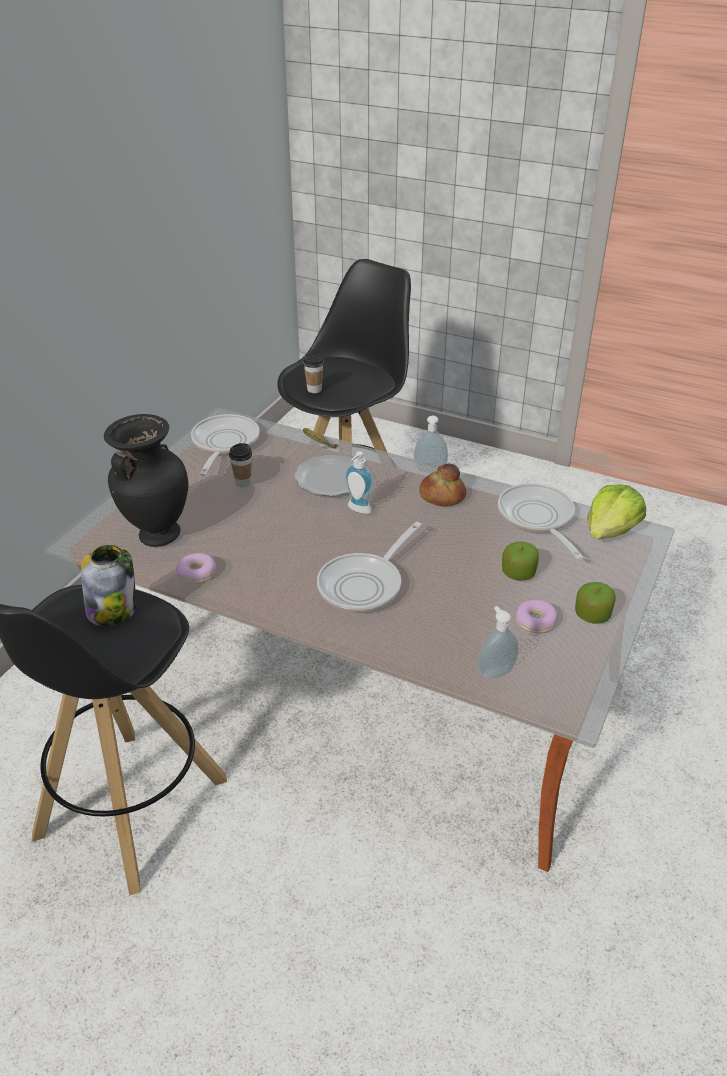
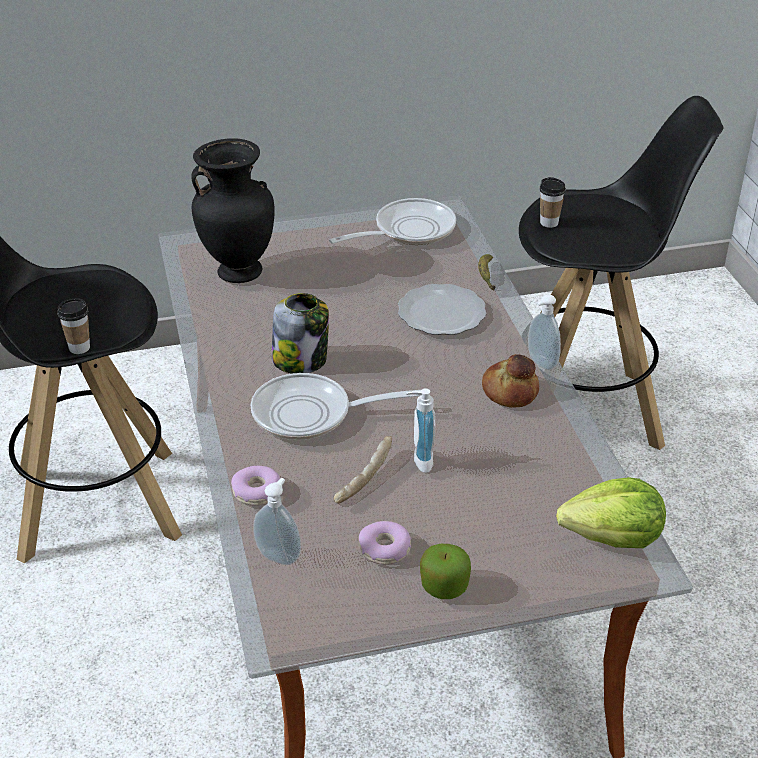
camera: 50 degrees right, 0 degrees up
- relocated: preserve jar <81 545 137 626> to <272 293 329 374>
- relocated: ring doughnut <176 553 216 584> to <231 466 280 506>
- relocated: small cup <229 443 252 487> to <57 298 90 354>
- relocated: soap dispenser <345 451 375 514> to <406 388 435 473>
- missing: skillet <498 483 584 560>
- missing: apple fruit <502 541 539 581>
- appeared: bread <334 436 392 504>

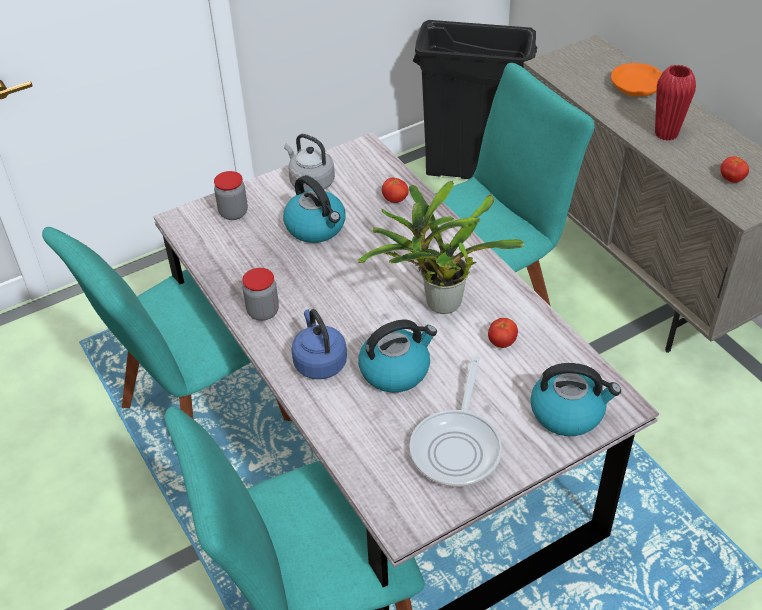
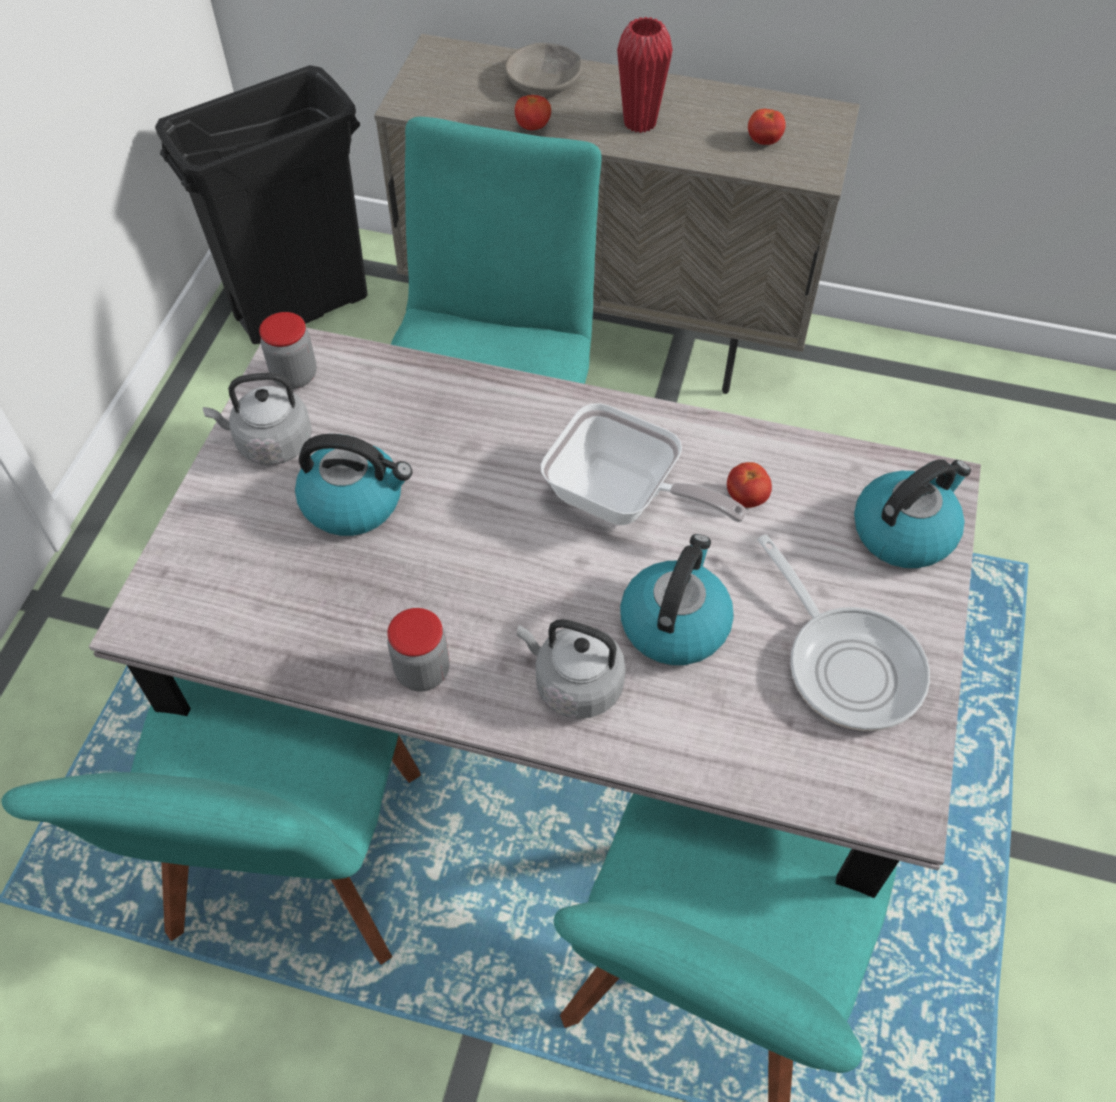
camera: 45 degrees left, 10 degrees up
- relocated: preserve jar <214 171 248 220> to <259 312 317 389>
- colour: bluish water kettle <291 309 347 379> to grey water kettle <517 619 626 719>
- exchanged: plant in a pot <358 181 524 314> to skillet <541 403 746 525>
- relocated: whole tomato <382 178 409 203> to <515 95 551 130>
- colour: orange-coloured bowl <611 63 662 97> to grey bowl <505 43 582 95>

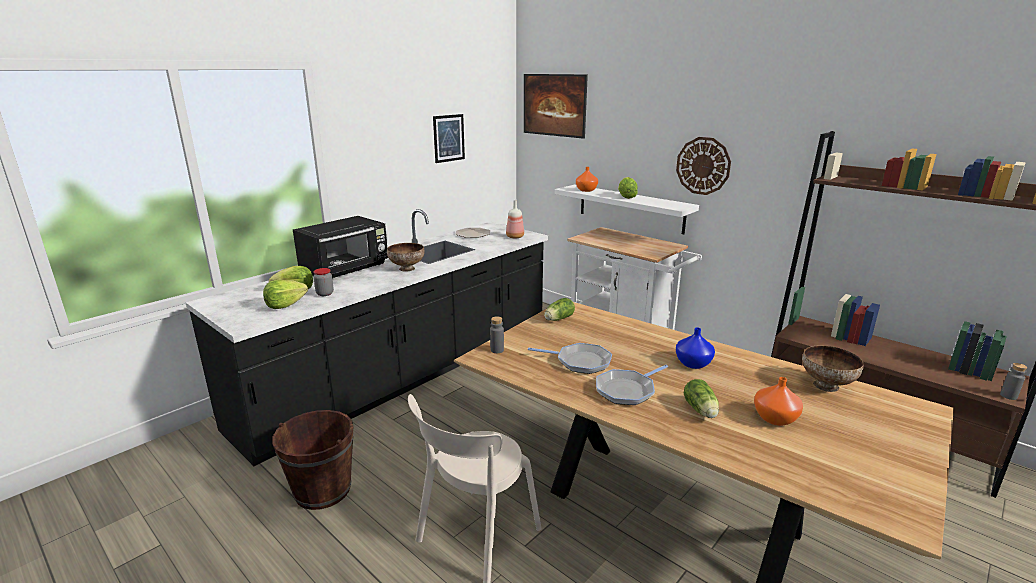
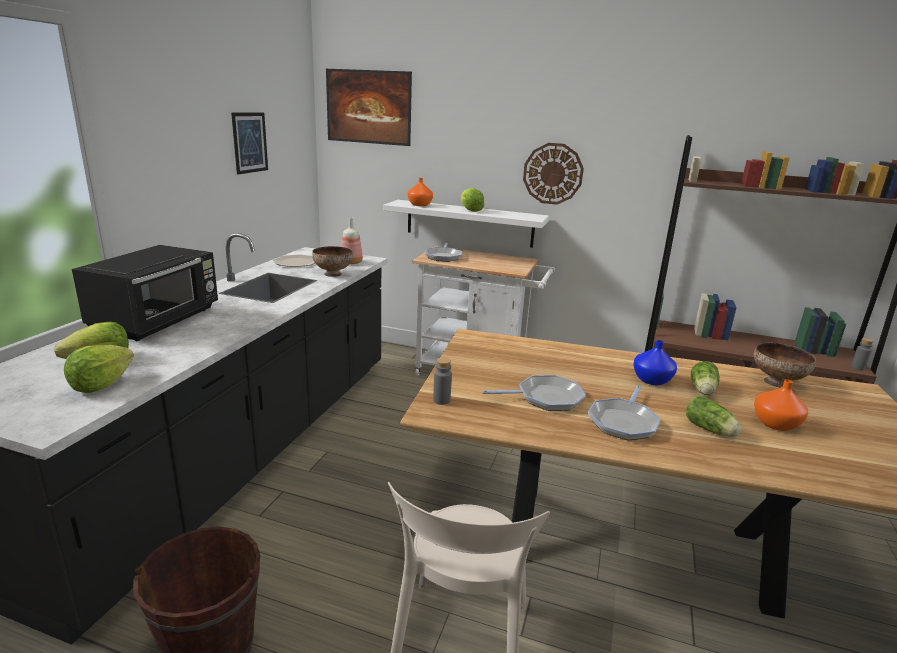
camera: 25 degrees left, 0 degrees up
- missing: preserve jar <313 268 334 296>
- relocated: bowl <387 243 424 272> to <312 246 353 277>
- relocated: head of lettuce <544 298 575 321> to <691 361 720 395>
- appeared: skillet <425 243 462 262>

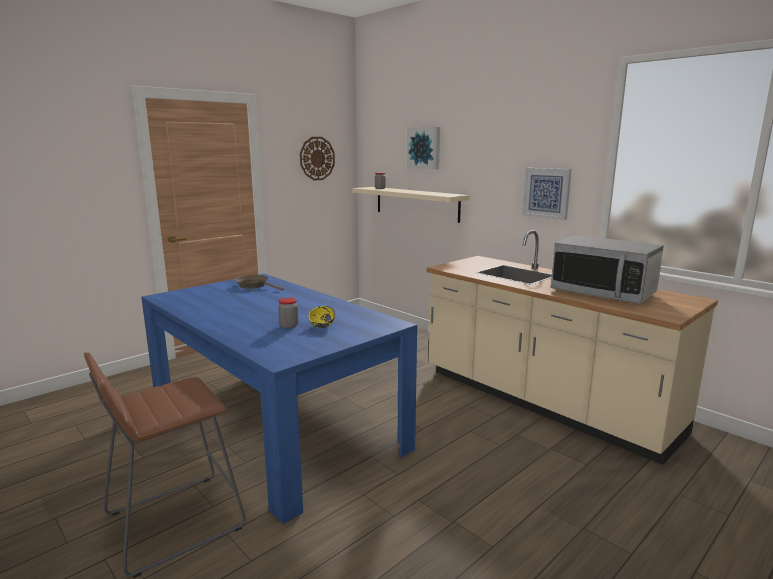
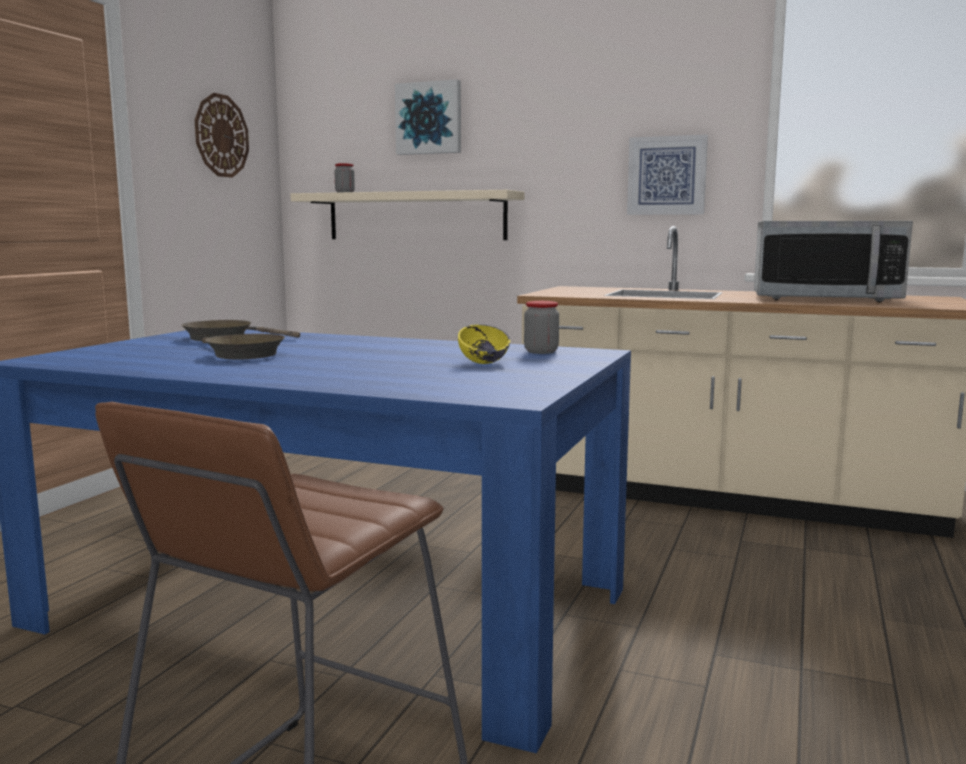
camera: 25 degrees left, 5 degrees down
- relocated: preserve jar <278 298 298 328> to <524 301 559 354>
- appeared: brown skillet <202 334 285 360>

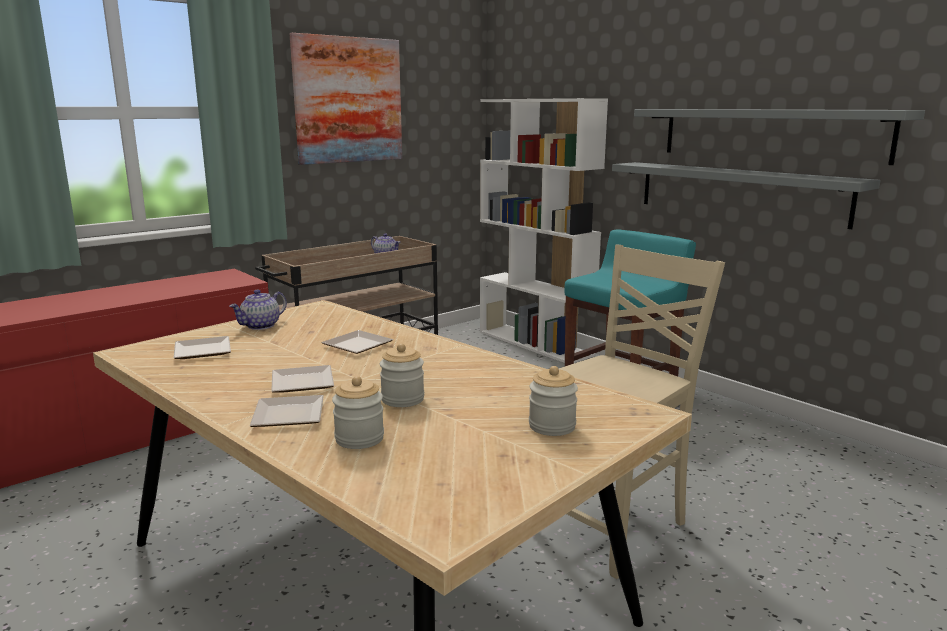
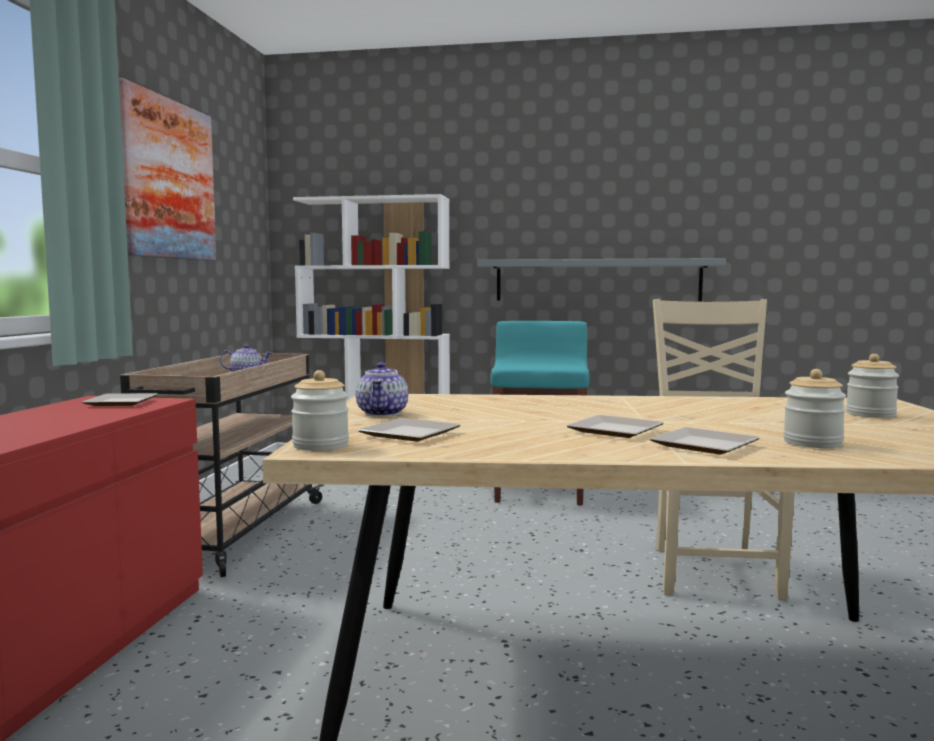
camera: 40 degrees left, 10 degrees down
- relocated: plate <321 330 393 354> to <82 393 158 406>
- relocated: preserve jar <380 344 424 407> to <291 370 349 451>
- missing: grey wall shelf <634 109 925 165>

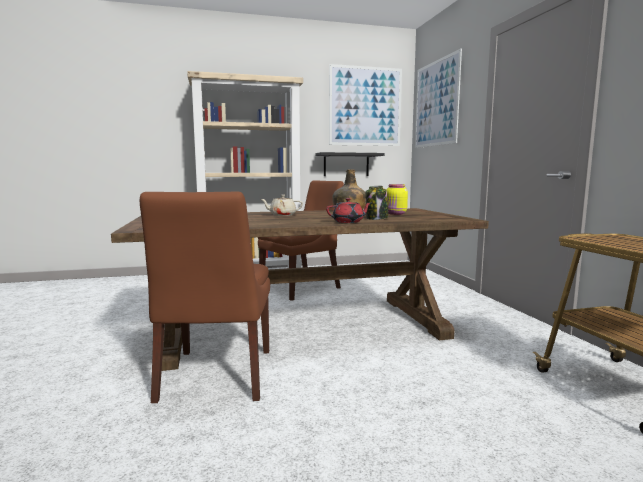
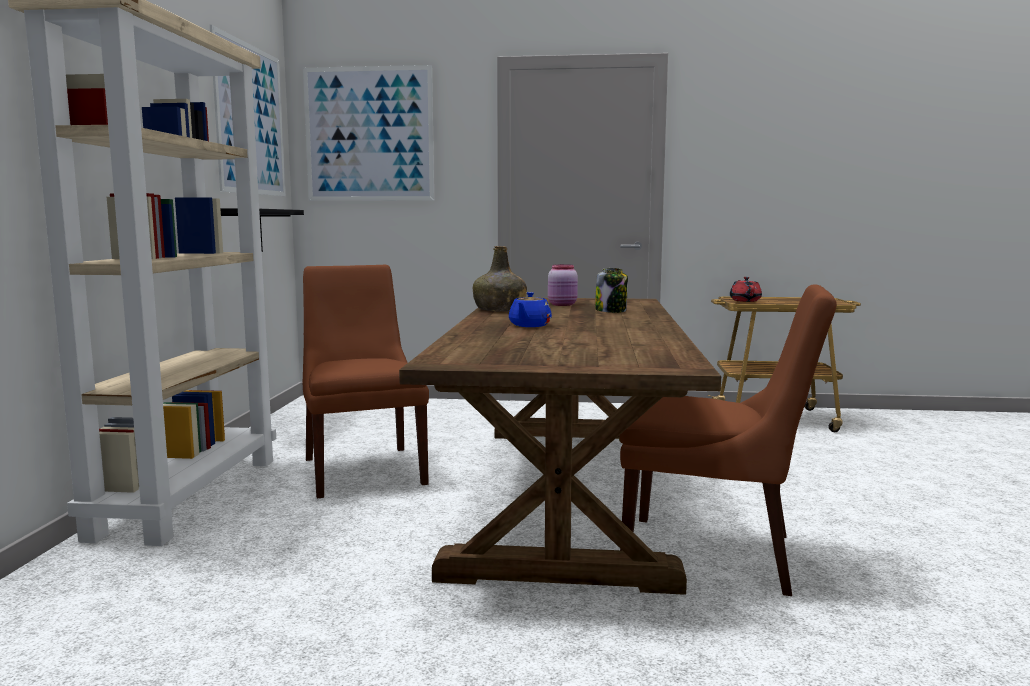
camera: 70 degrees left, 0 degrees up
- colour: beige teapot <261 195 303 216> to bluish teapot <509 292 552 327>
- relocated: red-coloured teapot <326 198 371 223> to <730 277 762 302>
- colour: yellow-coloured preserve jar <387 184 408 215> to pink preserve jar <548 264 578 306>

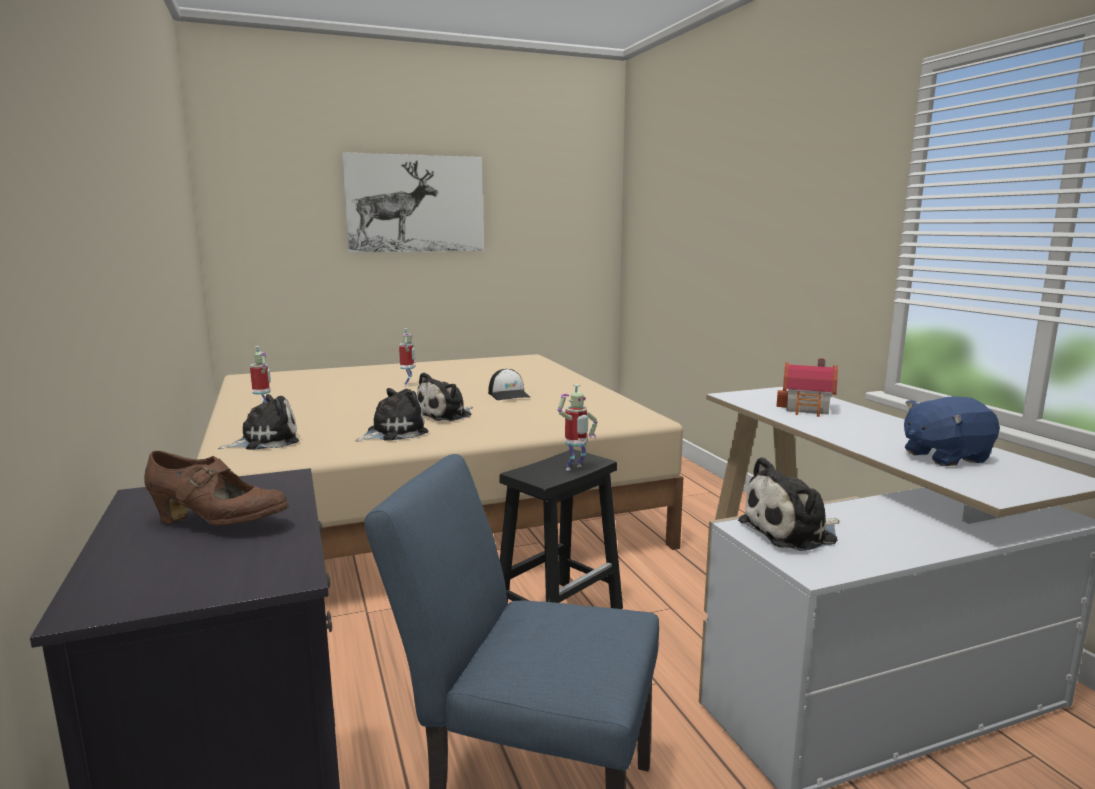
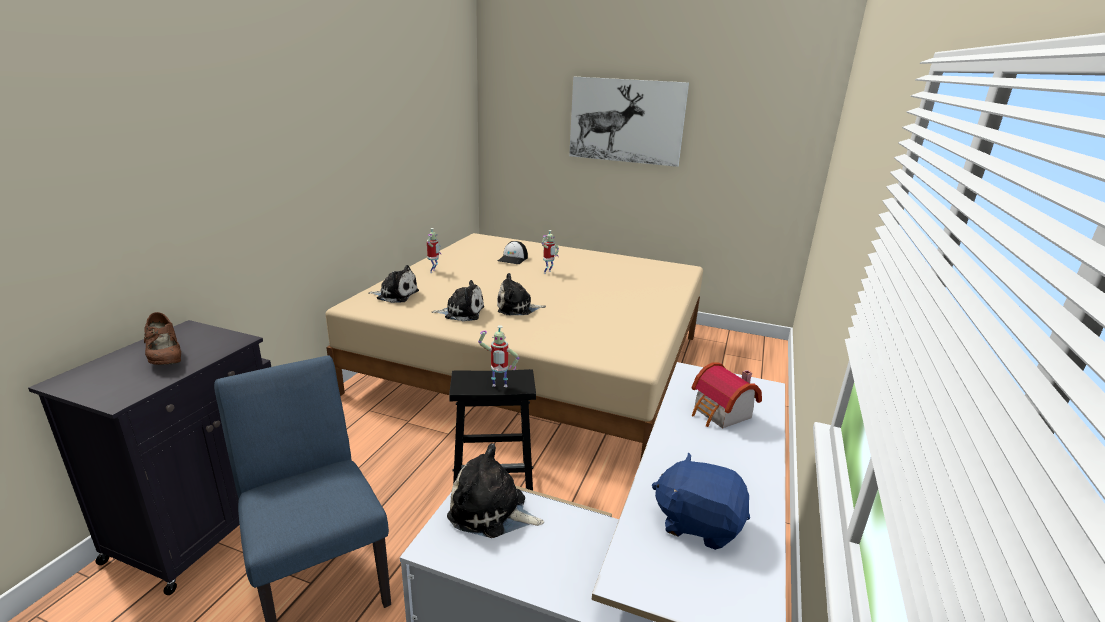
camera: 40 degrees right, 10 degrees up
- relocated: peaked cap <488 369 530 400> to <498 241 528 264>

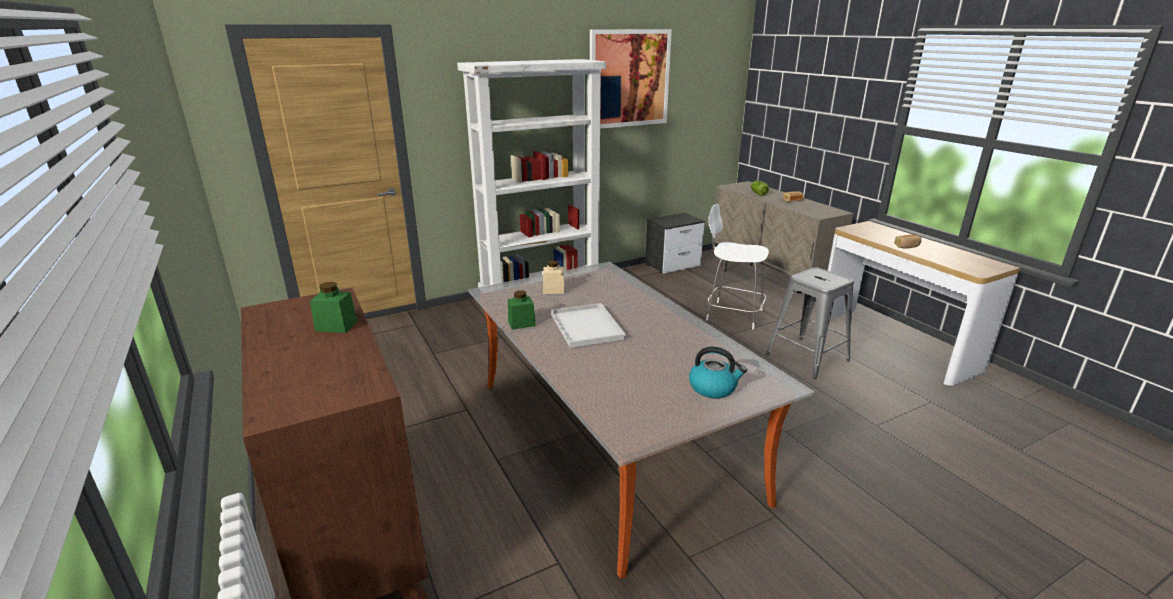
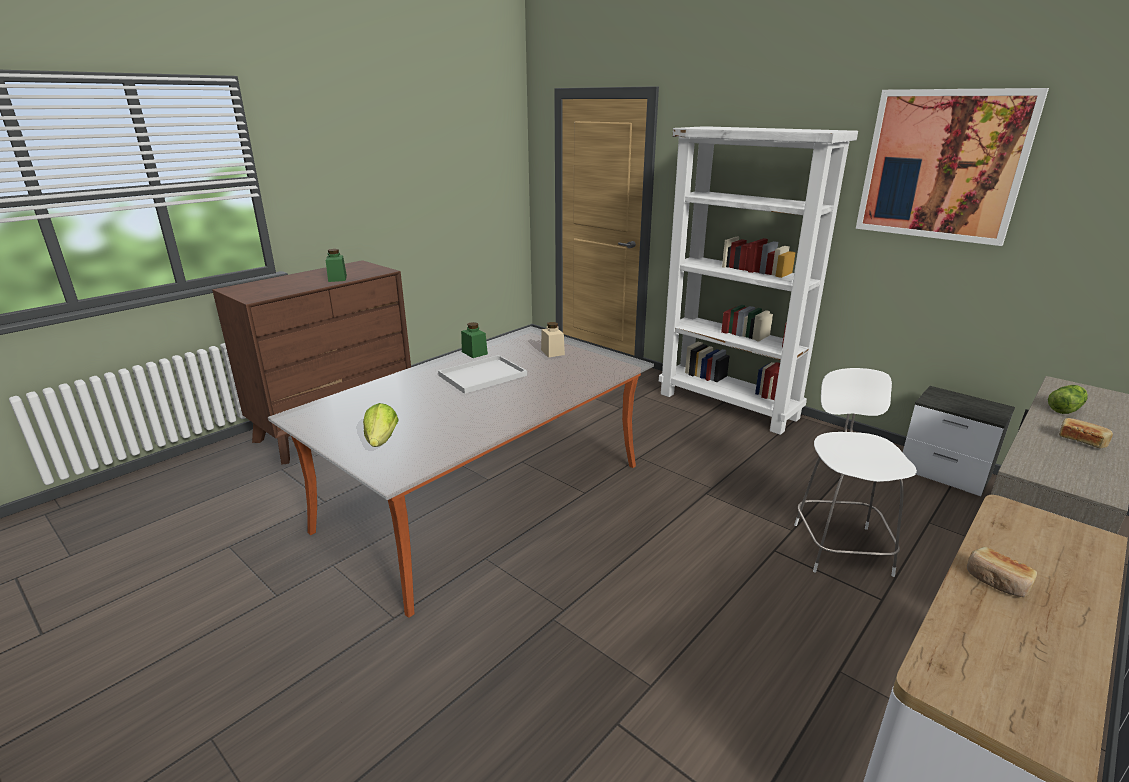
camera: 70 degrees right, 0 degrees up
- exchanged: water kettle <689 346 747 398> to head of lettuce <363 403 399 447>
- missing: grey sitting stool <766 267 854 379>

